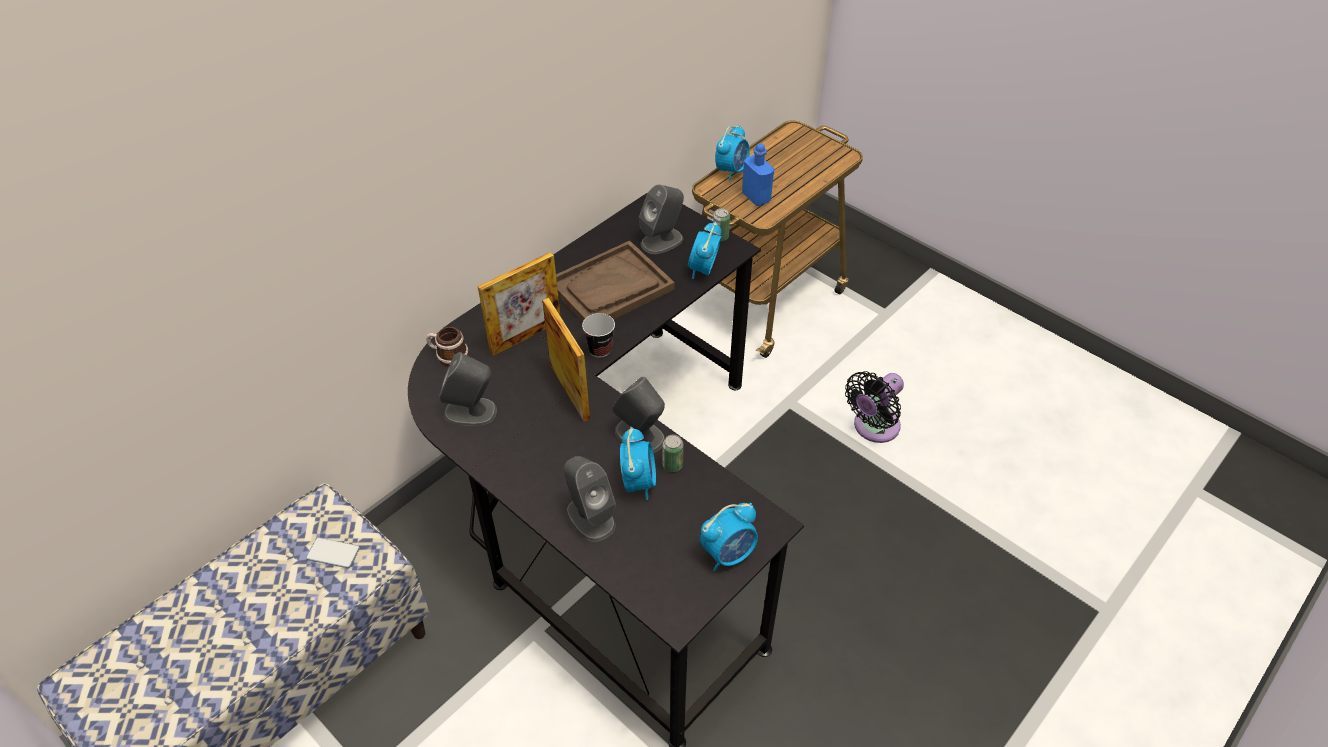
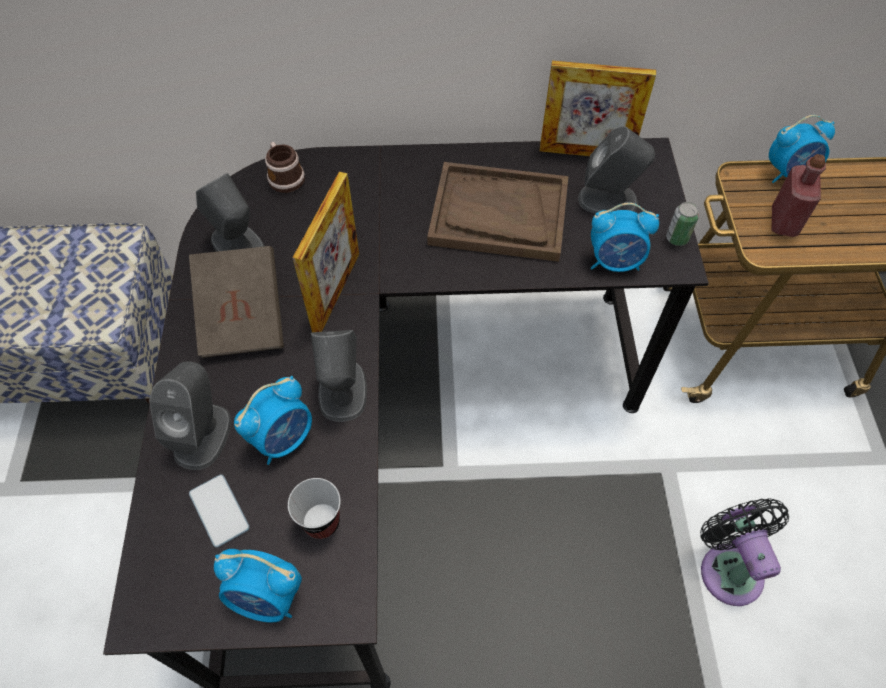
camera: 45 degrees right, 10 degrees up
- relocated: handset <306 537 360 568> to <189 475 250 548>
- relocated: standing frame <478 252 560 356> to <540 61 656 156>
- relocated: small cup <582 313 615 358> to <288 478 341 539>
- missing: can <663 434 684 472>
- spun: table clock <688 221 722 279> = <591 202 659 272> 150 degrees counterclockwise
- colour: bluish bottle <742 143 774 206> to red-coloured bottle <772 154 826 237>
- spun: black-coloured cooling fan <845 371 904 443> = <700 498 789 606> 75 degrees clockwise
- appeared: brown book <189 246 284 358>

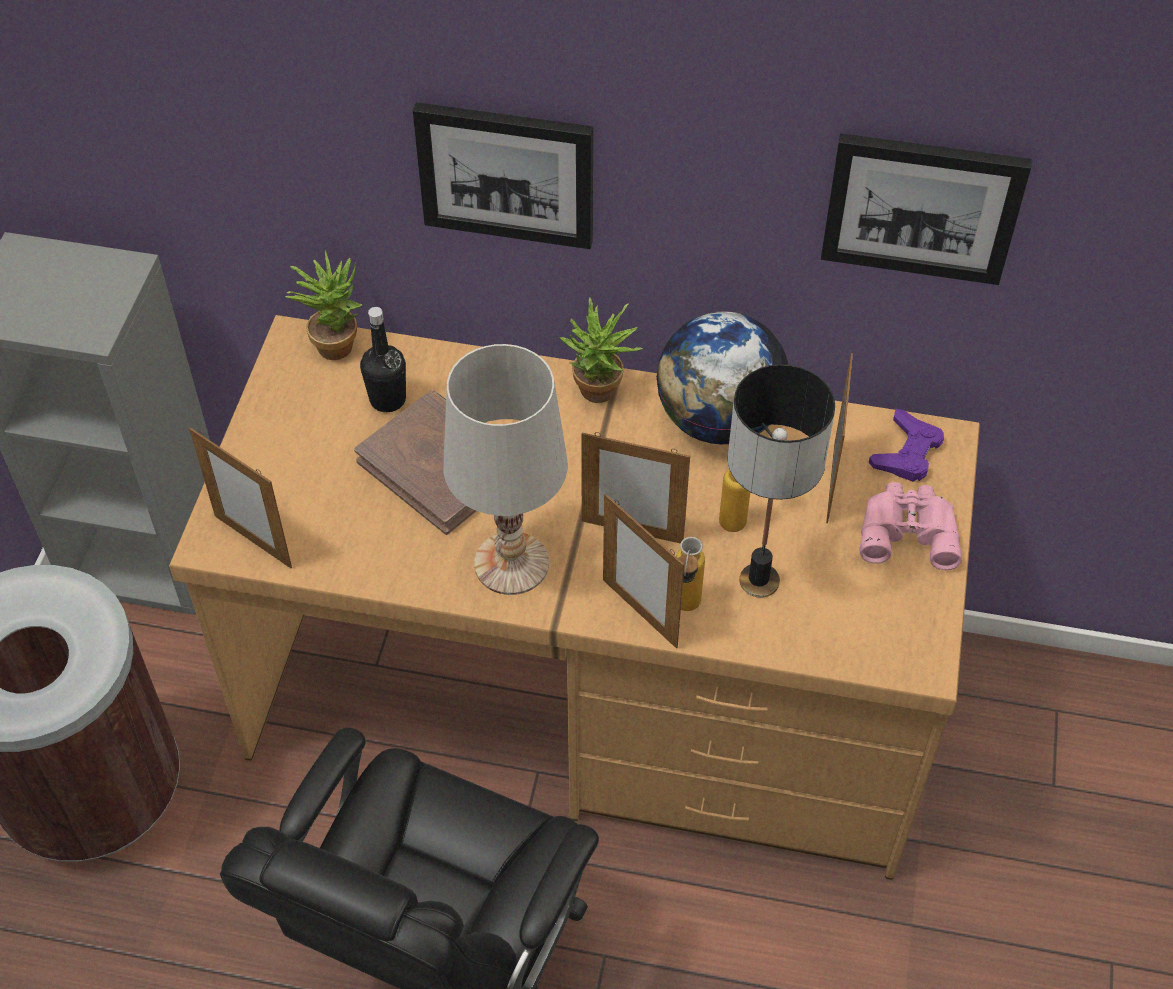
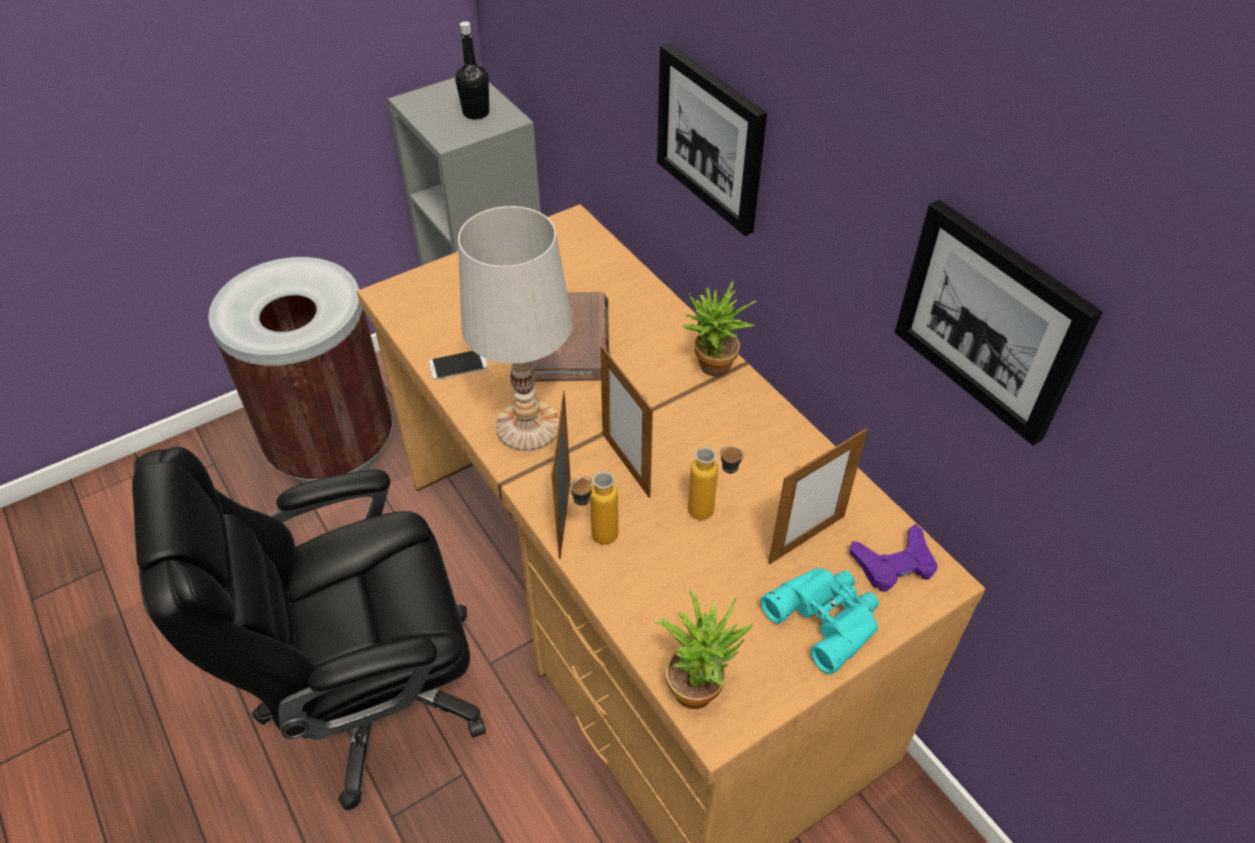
camera: 45 degrees right, 5 degrees down
- missing: standing frame <189 428 292 568>
- relocated: plant in a pot <285 250 362 360> to <654 590 754 709>
- relocated: black-coloured bottle <360 307 406 412> to <455 21 489 120>
- missing: world globe <656 311 788 444>
- missing: table lamp <728 364 835 598>
- colour: pink pair of binoculars <860 482 962 570> to blue-green pair of binoculars <760 568 879 675>
- appeared: handset <428 351 488 380>

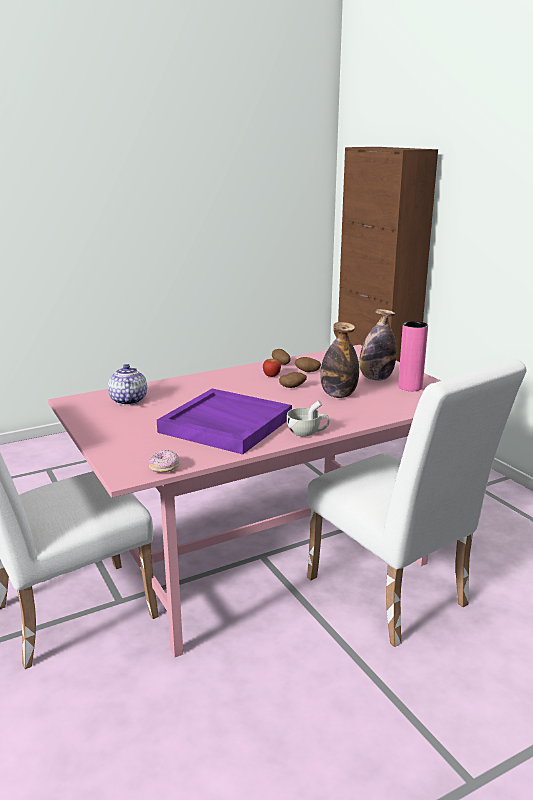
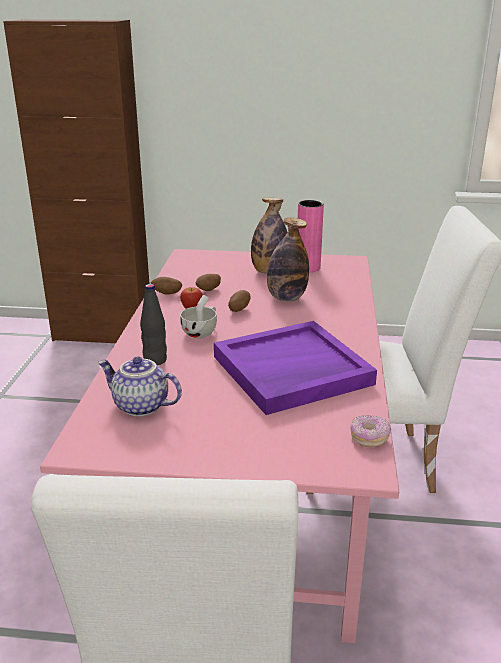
camera: 55 degrees left, 5 degrees up
- relocated: white small cup <287 400 329 437> to <180 295 217 338>
- appeared: black-coloured bottle <140 284 167 365>

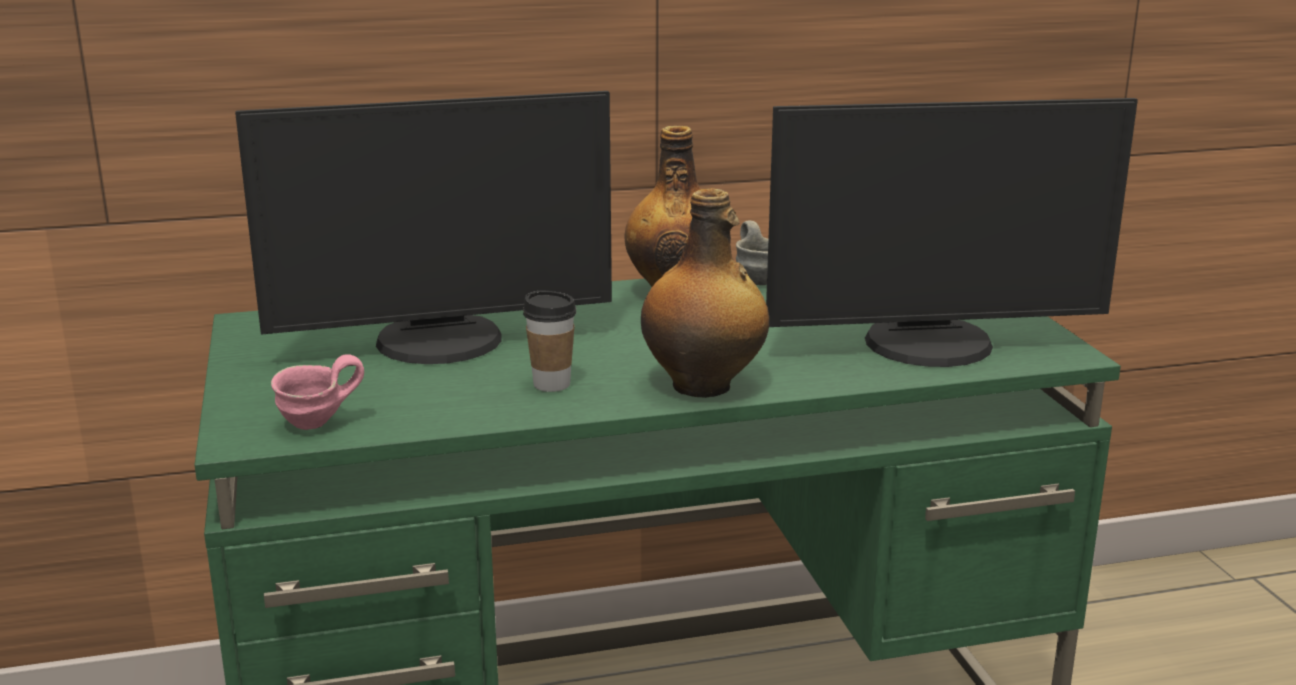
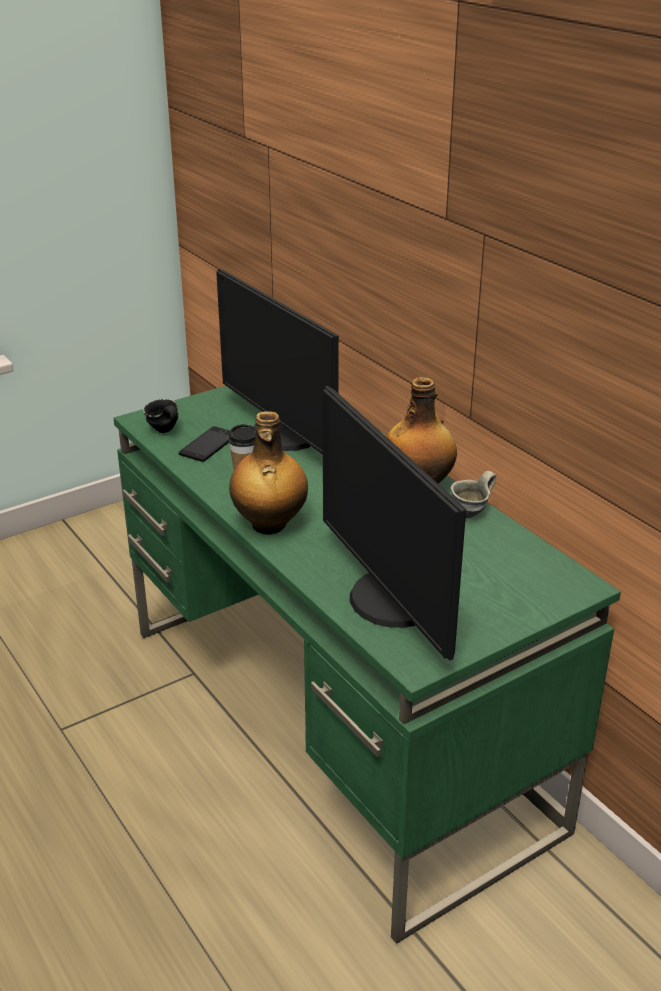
camera: 70 degrees right, 10 degrees up
- colour: pink tea mug <271 354 364 430> to black-coloured tea mug <143 399 178 433>
- appeared: handset <179 426 230 462>

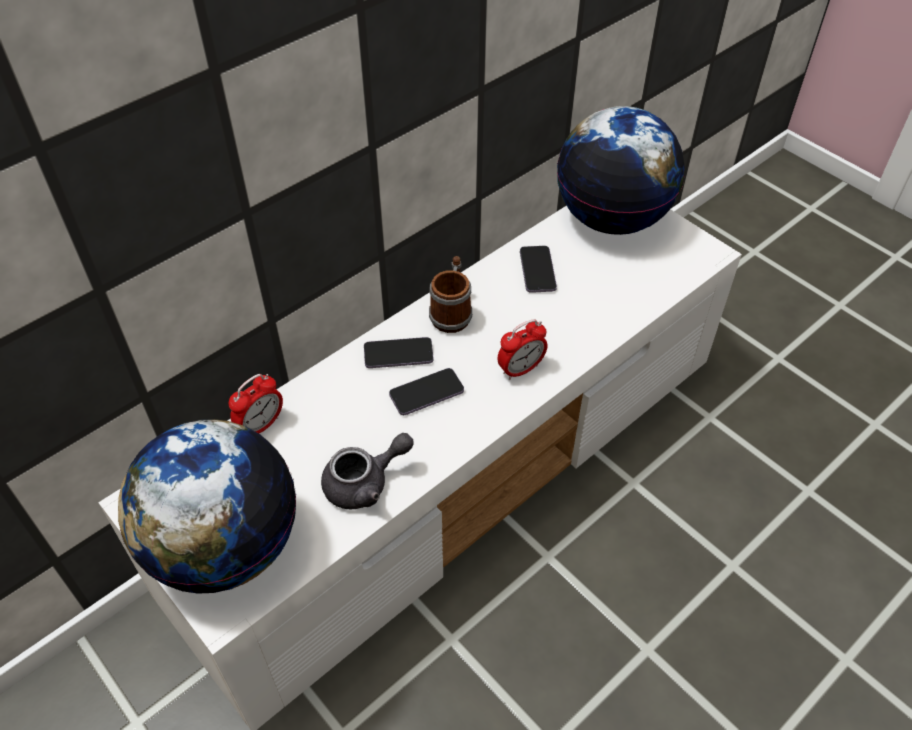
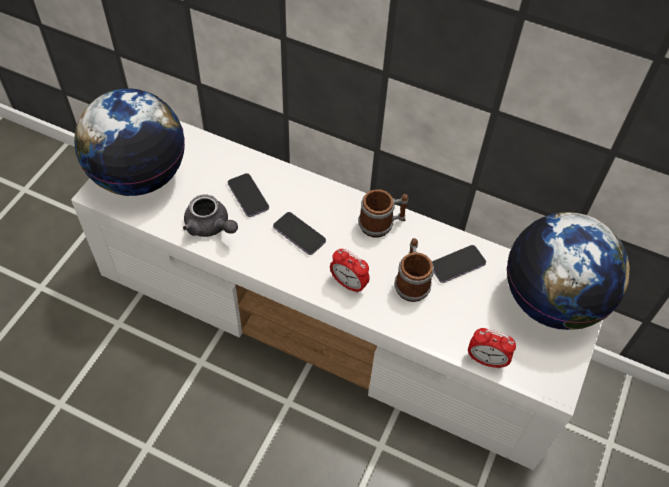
camera: 65 degrees right, 5 degrees up
- relocated: table clock <229 374 283 433> to <468 328 516 369>
- relocated: handset <364 337 434 368> to <228 173 269 217>
- appeared: tea mug <395 238 434 302>

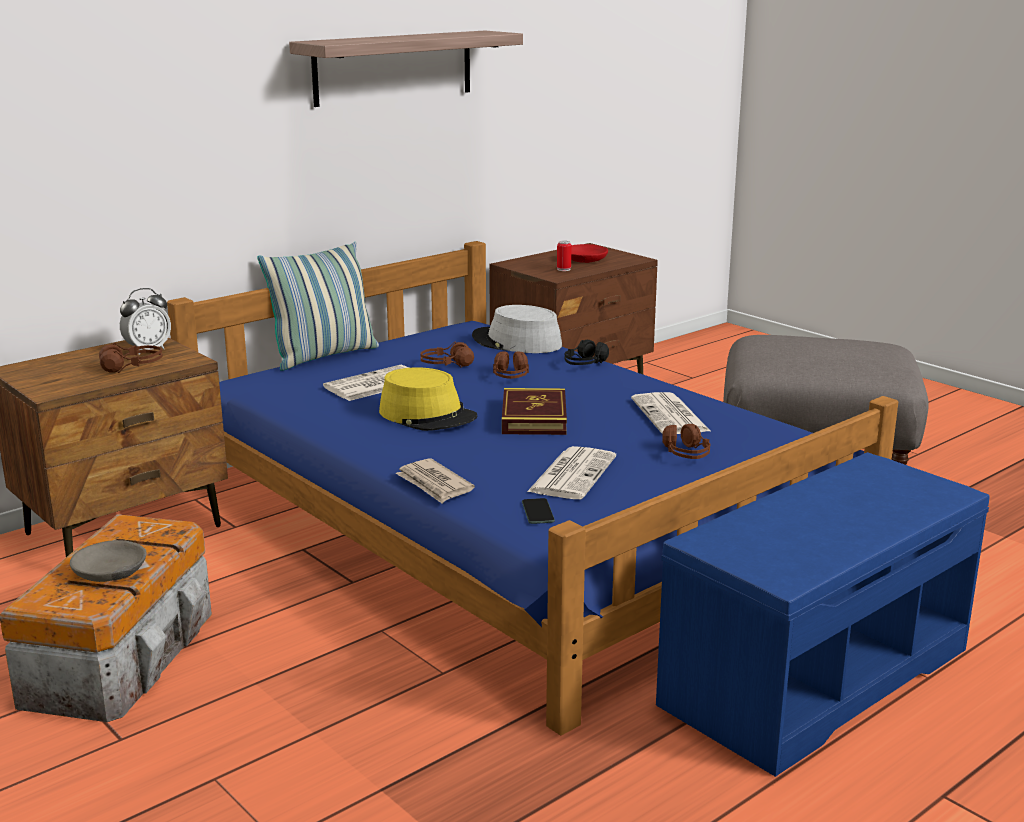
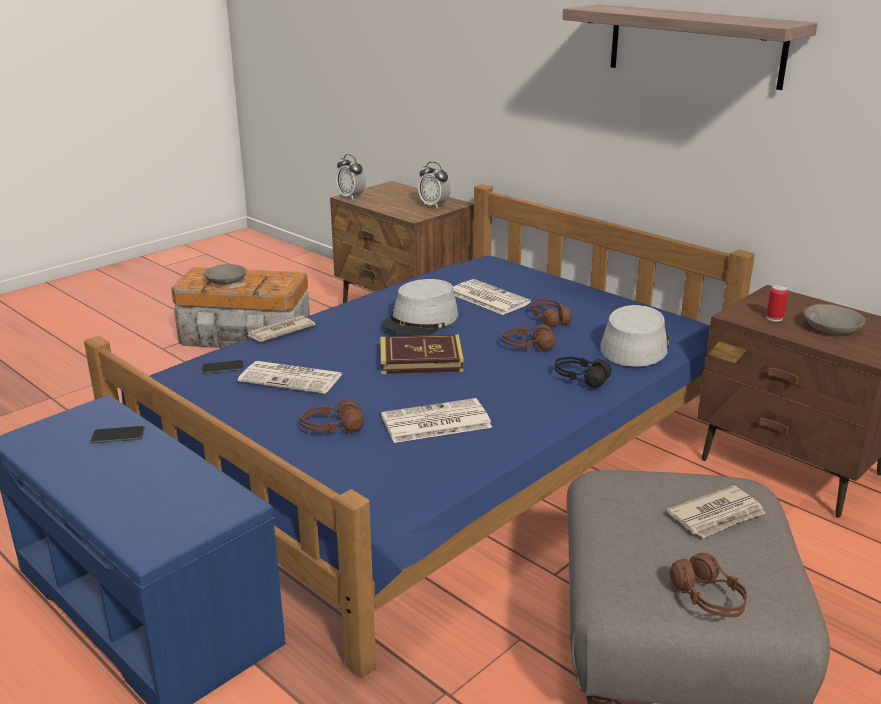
camera: 85 degrees right, 5 degrees up
- relocated: brown headset <99 343 163 373> to <670 553 747 618>
- missing: throw pillow <257 242 379 371>
- colour: yellow-coloured clothing hat <379 367 477 431> to grey clothing hat <381 279 458 335>
- colour: red-coloured bowl <571 244 608 263> to grey bowl <803 304 865 334>
- appeared: handset <91 426 145 443>
- appeared: table clock <336 154 366 200>
- appeared: newspaper <667 485 765 538>

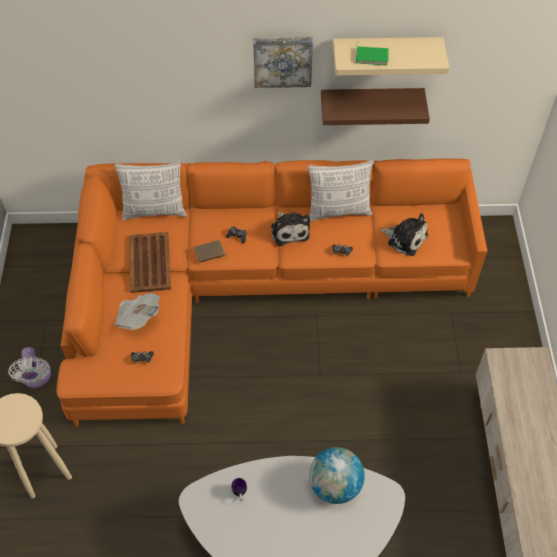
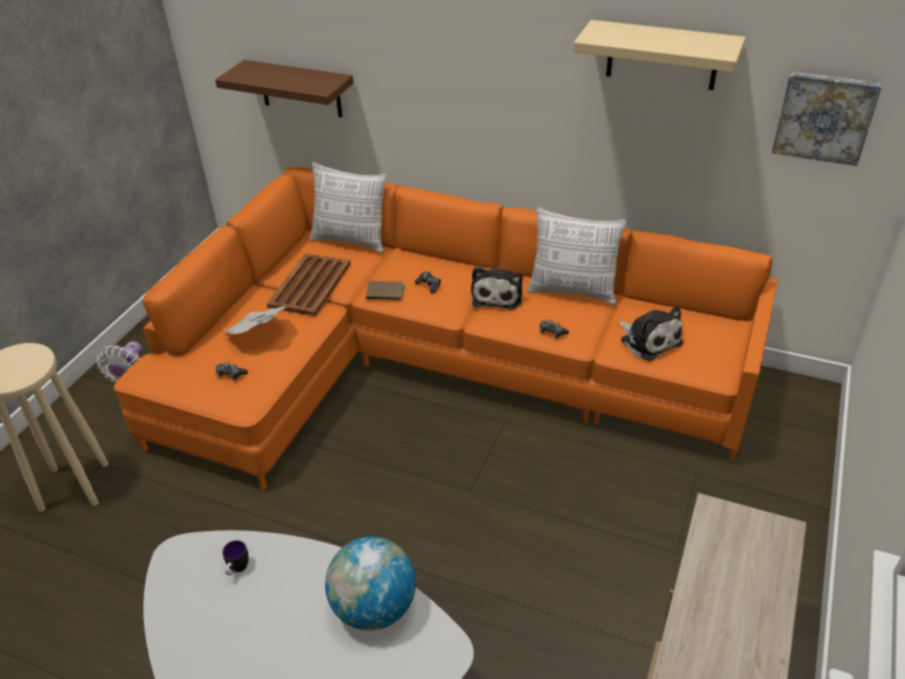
camera: 25 degrees right, 15 degrees down
- relocated: wall picture <253 37 313 88> to <772 72 882 166>
- relocated: brown wall shelf <321 88 430 125> to <215 60 354 117>
- missing: green book <356 43 388 65>

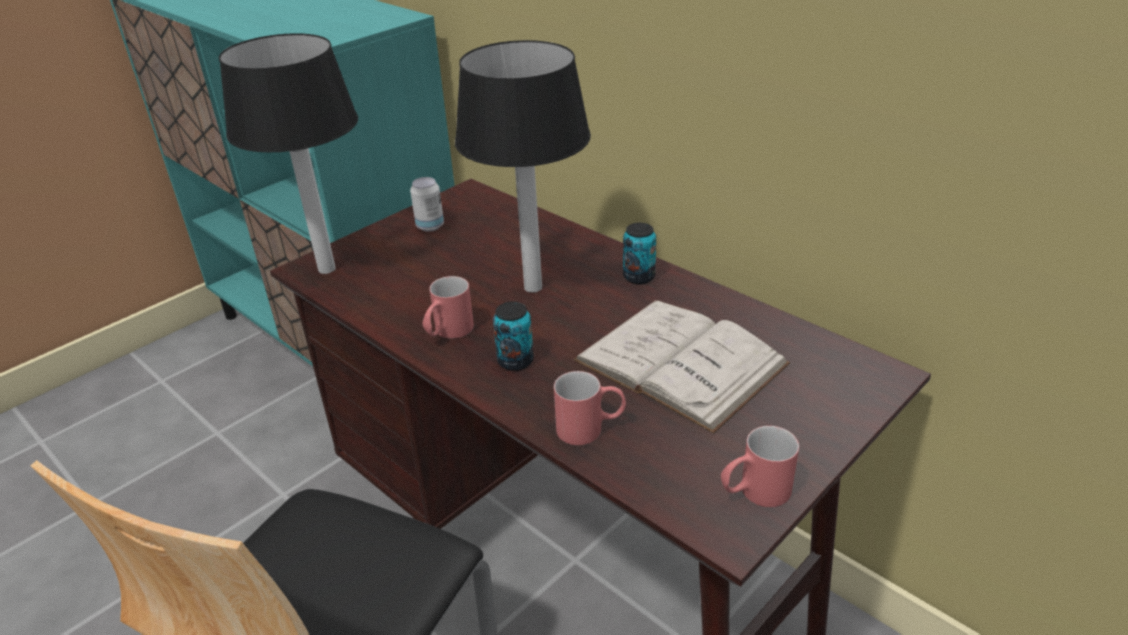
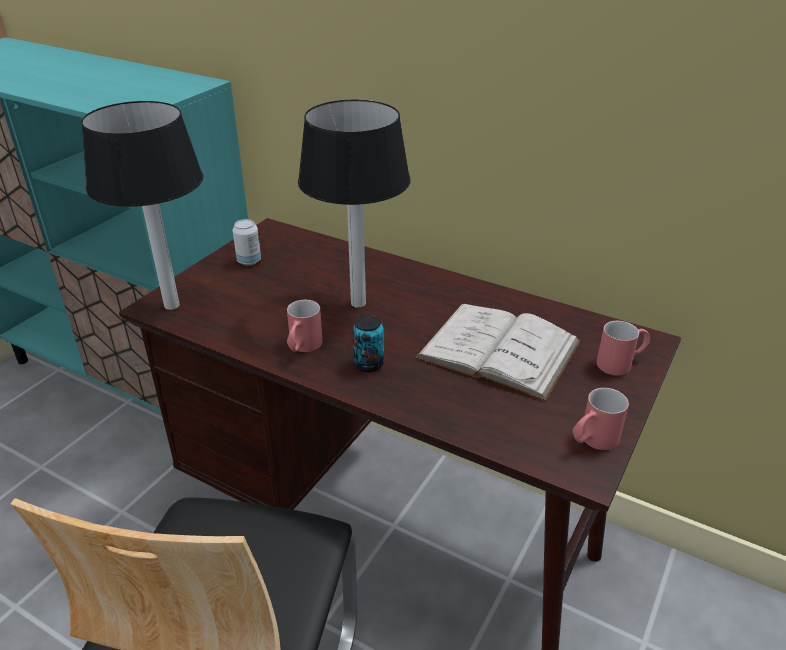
camera: 15 degrees left, 0 degrees up
- relocated: red-coloured tea mug <554 371 626 445> to <597 321 650 376>
- missing: can <623 223 656 284>

